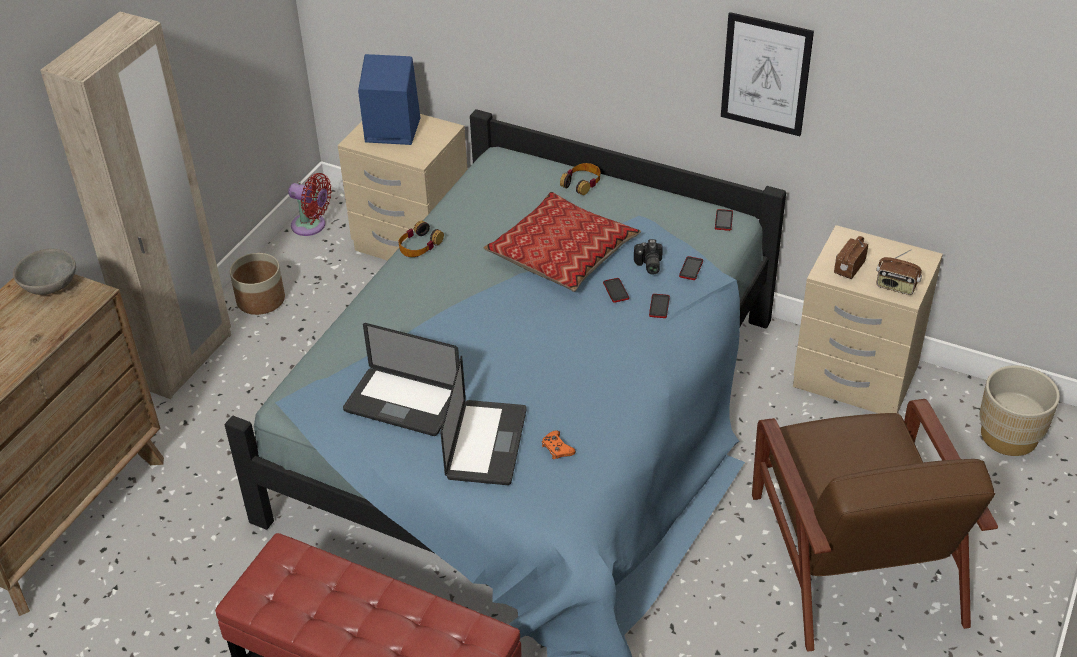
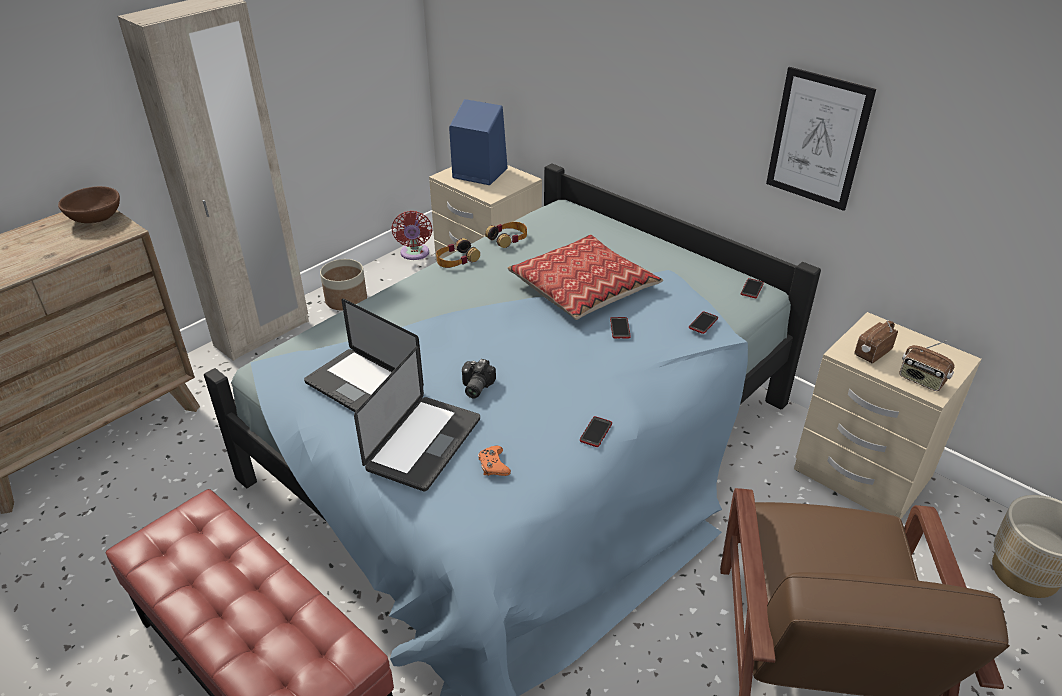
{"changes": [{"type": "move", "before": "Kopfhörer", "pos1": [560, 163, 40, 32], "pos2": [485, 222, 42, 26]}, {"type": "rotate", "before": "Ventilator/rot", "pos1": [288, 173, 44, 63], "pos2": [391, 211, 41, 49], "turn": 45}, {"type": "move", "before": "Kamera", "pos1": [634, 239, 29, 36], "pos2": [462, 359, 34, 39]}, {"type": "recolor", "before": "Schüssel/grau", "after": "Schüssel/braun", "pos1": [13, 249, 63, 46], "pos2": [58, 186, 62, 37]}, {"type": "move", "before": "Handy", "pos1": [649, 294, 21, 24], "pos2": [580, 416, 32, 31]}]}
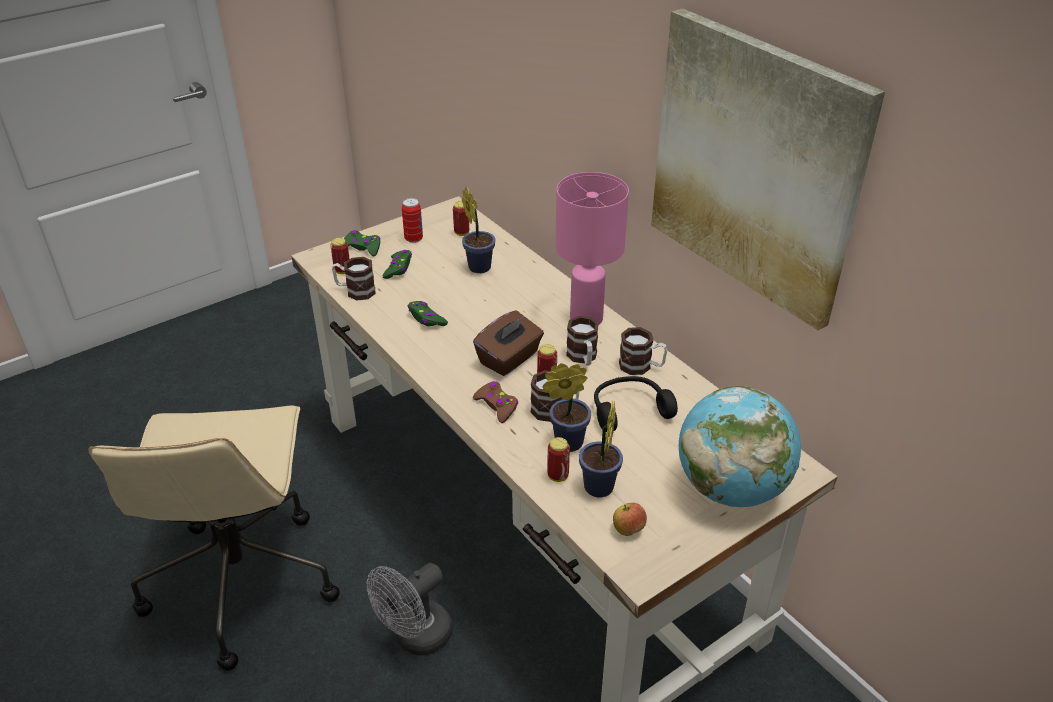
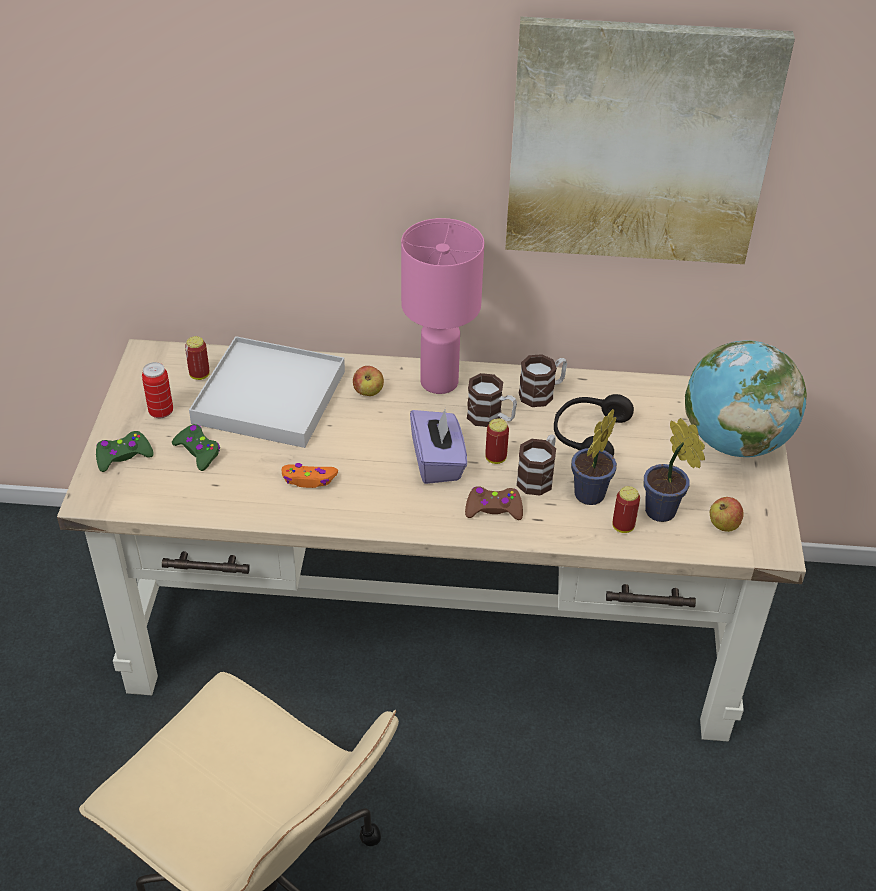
{"changes": [{"type": "replace", "before": "Topfpflanze", "after": "Tablett/weiß", "pos1": [462, 187, 34, 86], "pos2": [189, 336, 156, 112]}, {"type": "delete", "before": "Dose", "pos1": [330, 238, 20, 36]}, {"type": "delete", "before": "Henkelbecher", "pos1": [332, 257, 44, 44]}, {"type": "recolor", "before": "Gamepad/grün", "after": "Gamepad/orange", "pos1": [408, 301, 40, 25], "pos2": [282, 463, 56, 25]}, {"type": "recolor", "before": "Taschentuchbox/braun", "after": "Taschentuchbox/lila", "pos1": [473, 310, 71, 66], "pos2": [410, 408, 57, 76]}, {"type": "delete", "before": "Ventilator/grau", "pos1": [366, 563, 87, 92]}, {"type": "insert", "after": "Apfel", "pos2": [353, 366, 31, 30]}]}
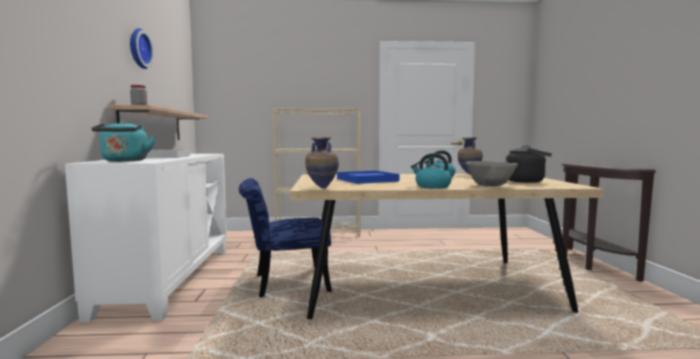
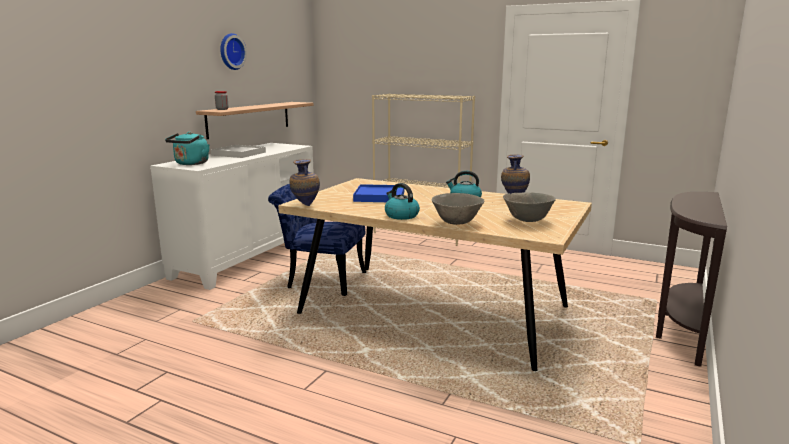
{"changes": [{"type": "replace", "before": "Wasserkessel/schwarz", "after": "Schüssel/grau", "pos1": [505, 145, 47, 38], "pos2": [503, 193, 53, 29]}]}
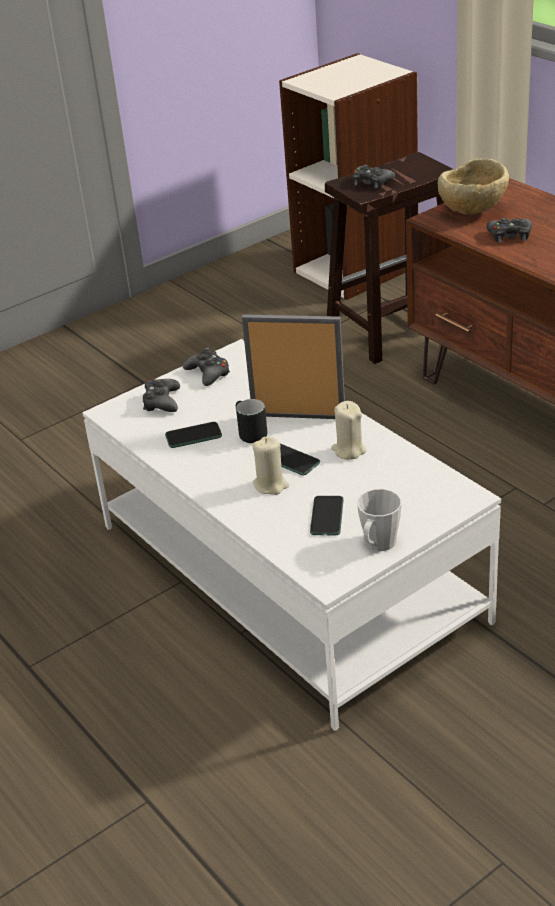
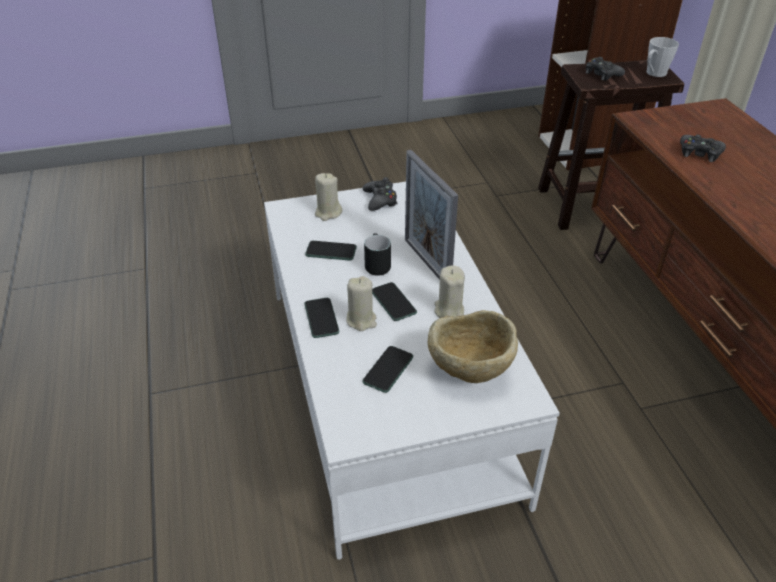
{"changes": [{"type": "move", "before": "Schüssel/beige", "pos1": [437, 159, 72, 56], "pos2": [428, 310, 90, 73]}, {"type": "rotate", "before": "Bilderrahmen", "pos1": [242, 314, 103, 105], "pos2": [405, 150, 53, 130], "turn": -150}, {"type": "replace", "before": "Gamepad/schwarz", "after": "Kerze/beige", "pos1": [143, 379, 37, 33], "pos2": [315, 173, 27, 48]}, {"type": "move", "before": "Henkelbecher/grau", "pos1": [357, 489, 45, 62], "pos2": [646, 37, 33, 40]}, {"type": "insert", "after": "Handy", "pos2": [304, 298, 35, 40]}]}
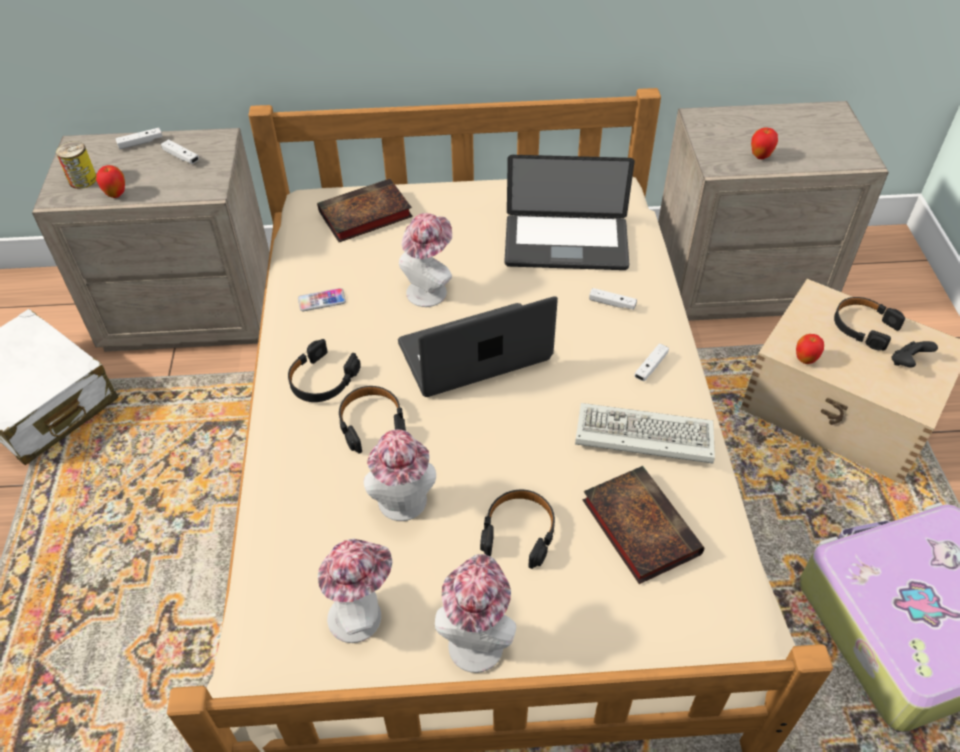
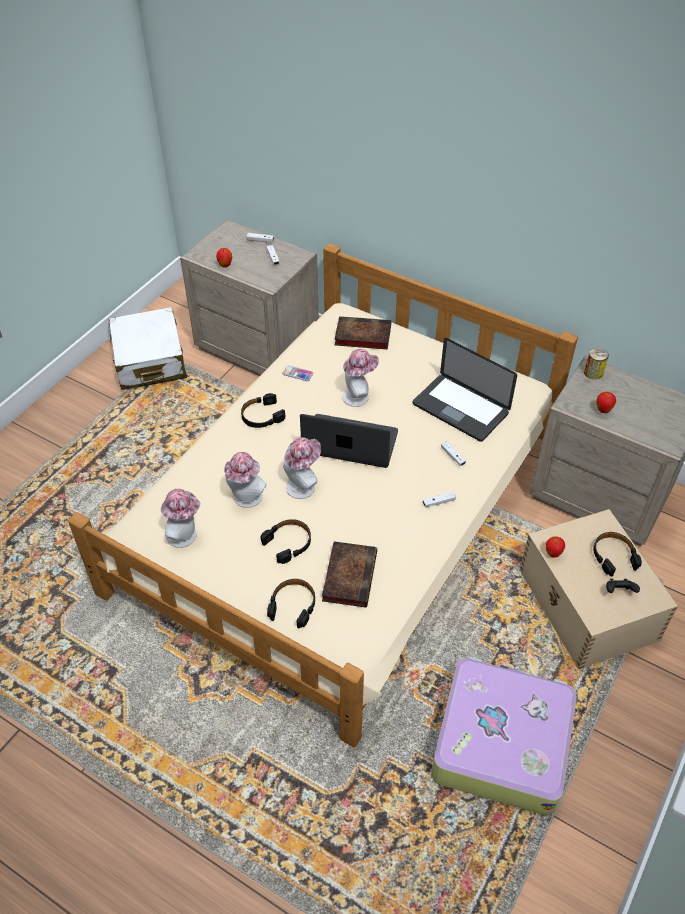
{"changes": [{"type": "move", "before": "Dose", "pos1": [56, 141, 40, 48], "pos2": [584, 348, 25, 31]}, {"type": "move", "before": "Kopfhörer/schwarz", "pos1": [339, 386, 67, 68], "pos2": [267, 579, 48, 50]}, {"type": "delete", "before": "Tastatur", "pos1": [575, 403, 140, 60]}, {"type": "move", "before": "Hut", "pos1": [435, 554, 81, 119], "pos2": [283, 437, 38, 62]}]}
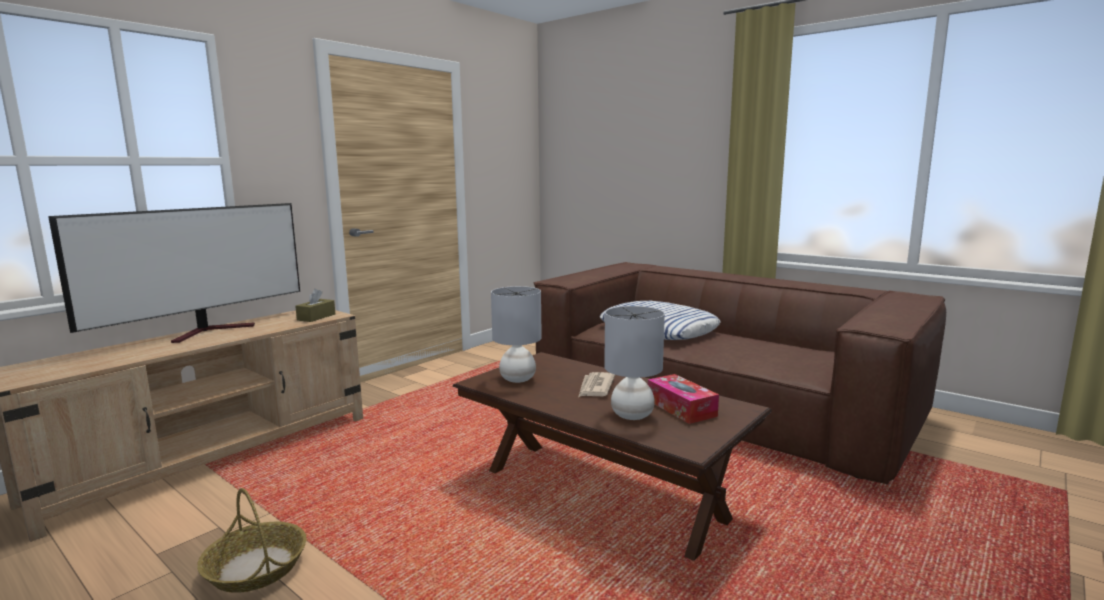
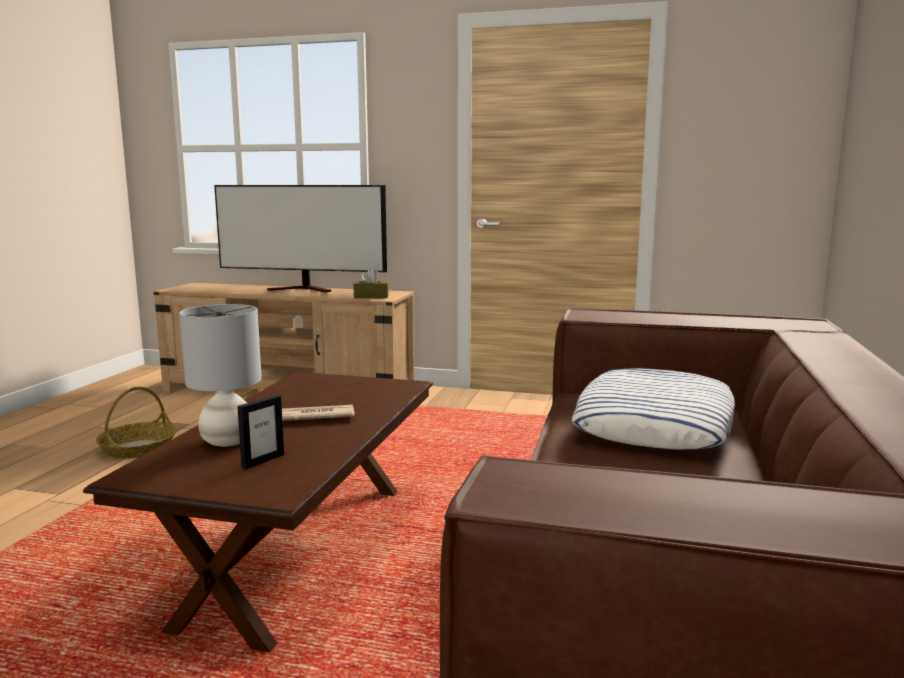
{"changes": [{"type": "delete", "before": "Tischlampe/grau", "pos1": [491, 286, 51, 97]}, {"type": "replace", "before": "Taschentuchbox", "after": "Bilderrahmen", "pos1": [648, 374, 71, 50], "pos2": [237, 395, 47, 74]}]}
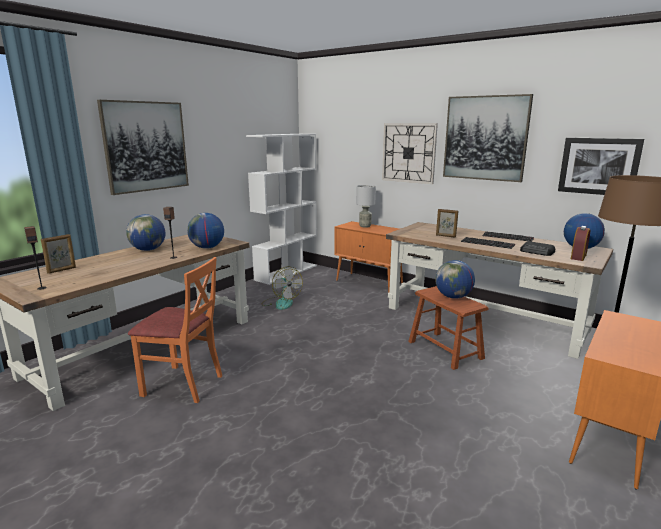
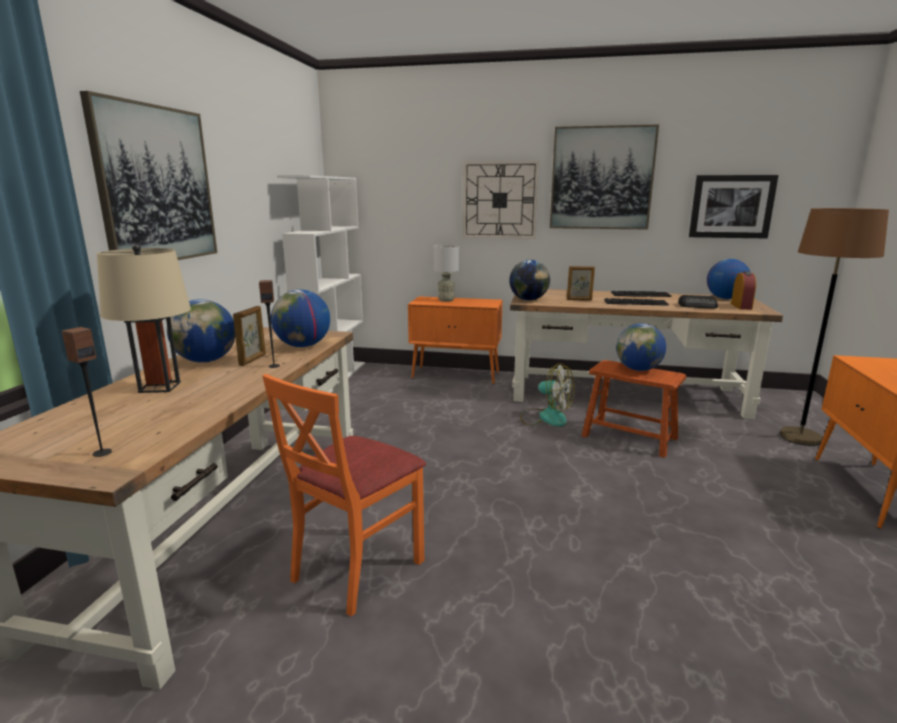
{"changes": [{"type": "move", "before": "Bilderrahmen", "pos1": [41, 234, 35, 40], "pos2": [233, 306, 33, 60]}, {"type": "rotate", "before": "Stuhl/orange", "pos1": [128, 257, 94, 146], "pos2": [262, 374, 164, 243], "turn": 135}, {"type": "move", "before": "Ventilator", "pos1": [261, 267, 42, 43], "pos2": [520, 363, 54, 64]}, {"type": "insert", "after": "Tischlampe/beige", "pos2": [97, 244, 94, 149]}, {"type": "insert", "after": "Globus", "pos2": [509, 260, 41, 41]}]}
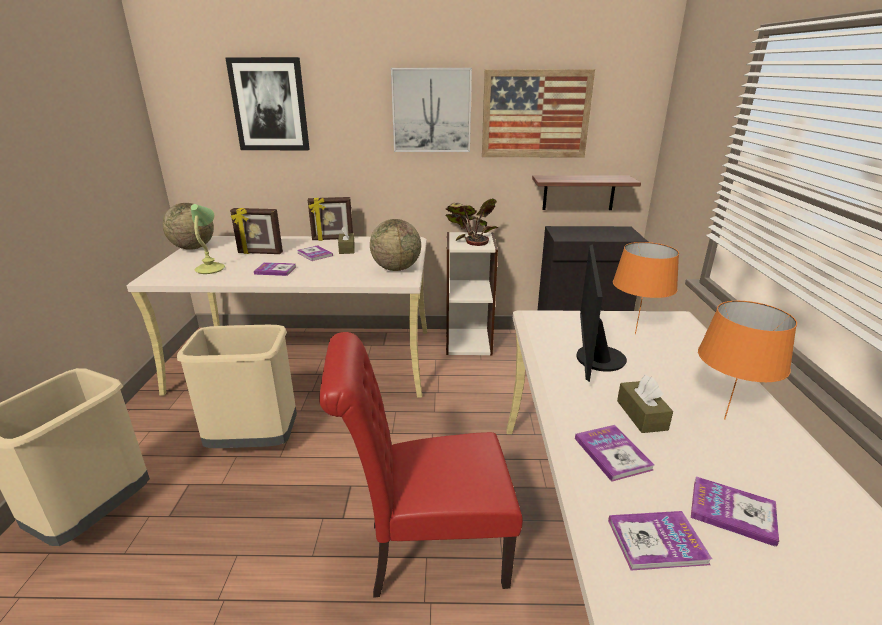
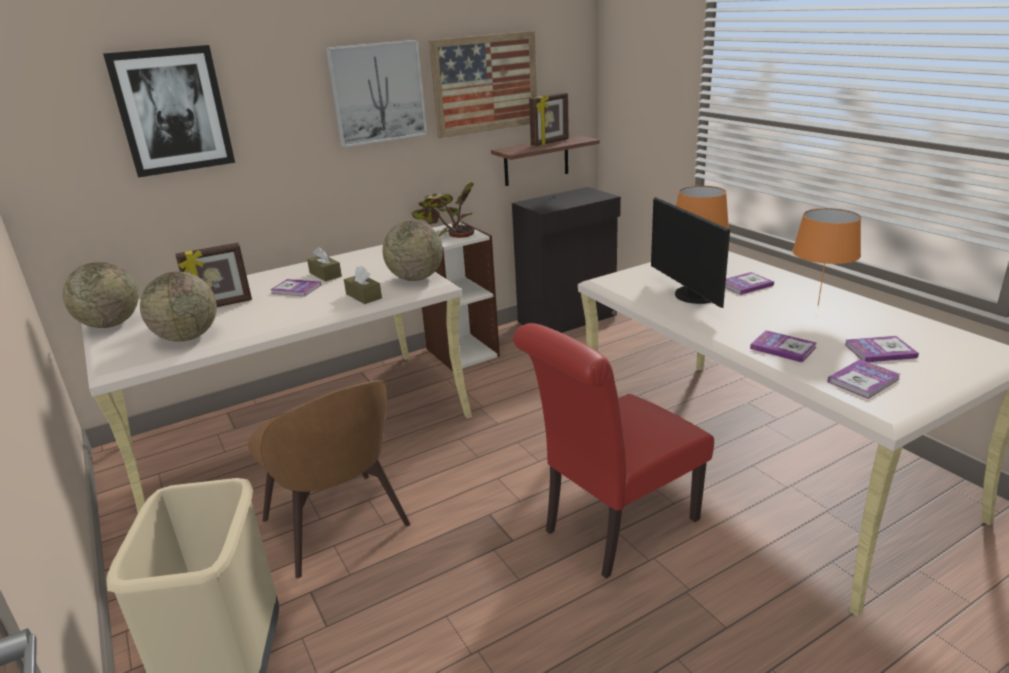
{"changes": [{"type": "move", "before": "Bilderrahmen", "pos1": [308, 197, 45, 44], "pos2": [529, 93, 40, 53]}, {"type": "replace", "before": "Tischlampe", "after": "Globus", "pos1": [191, 204, 34, 70], "pos2": [140, 271, 77, 71]}, {"type": "move", "before": "Buch", "pos1": [254, 262, 42, 14], "pos2": [725, 272, 49, 23]}, {"type": "replace", "before": "Mülleimer/beige", "after": "Stuhl/braun", "pos1": [177, 325, 120, 123], "pos2": [248, 380, 162, 198]}, {"type": "move", "before": "Taschentuchbox/braun", "pos1": [617, 375, 56, 58], "pos2": [344, 266, 38, 38]}]}
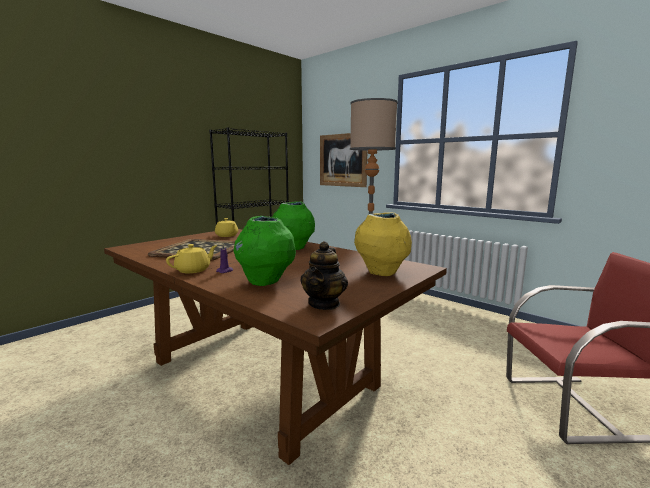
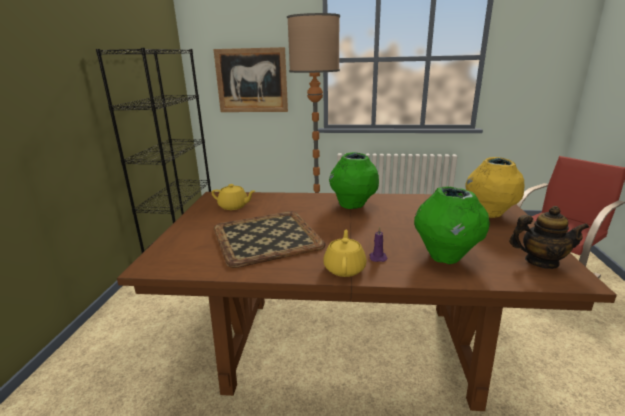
{"changes": [{"type": "rotate", "before": "Teekanne", "pos1": [300, 241, 48, 69], "pos2": [509, 206, 80, 63], "turn": -60}]}
